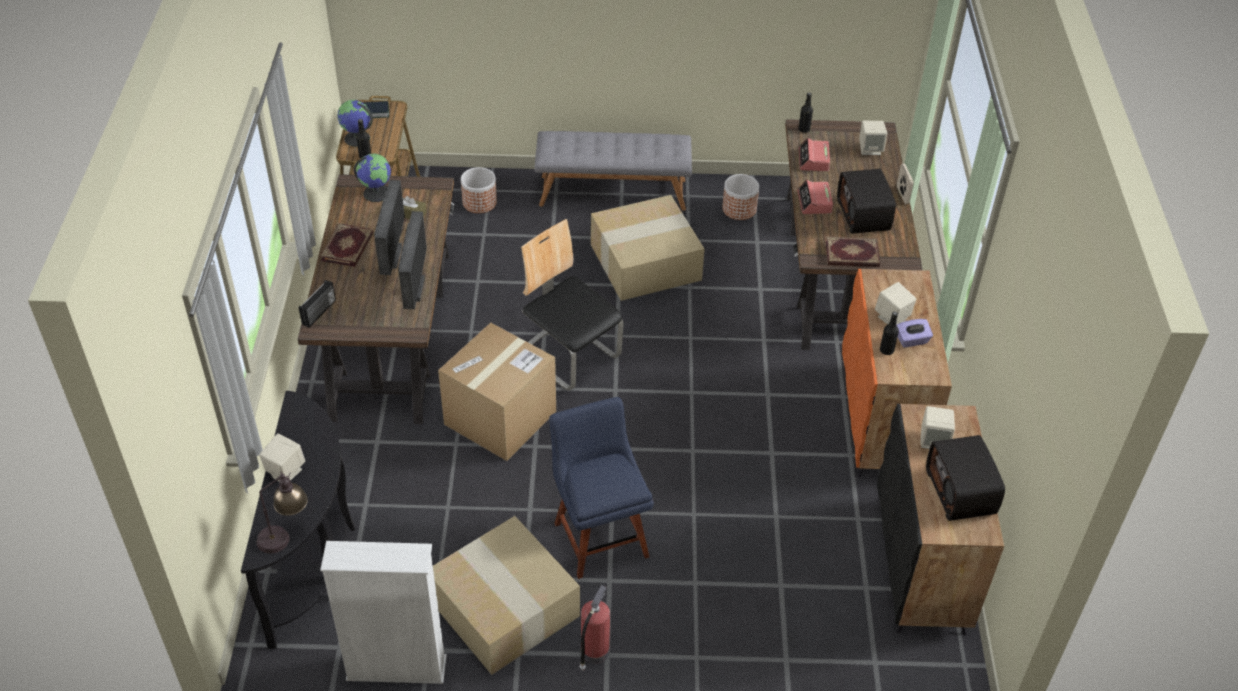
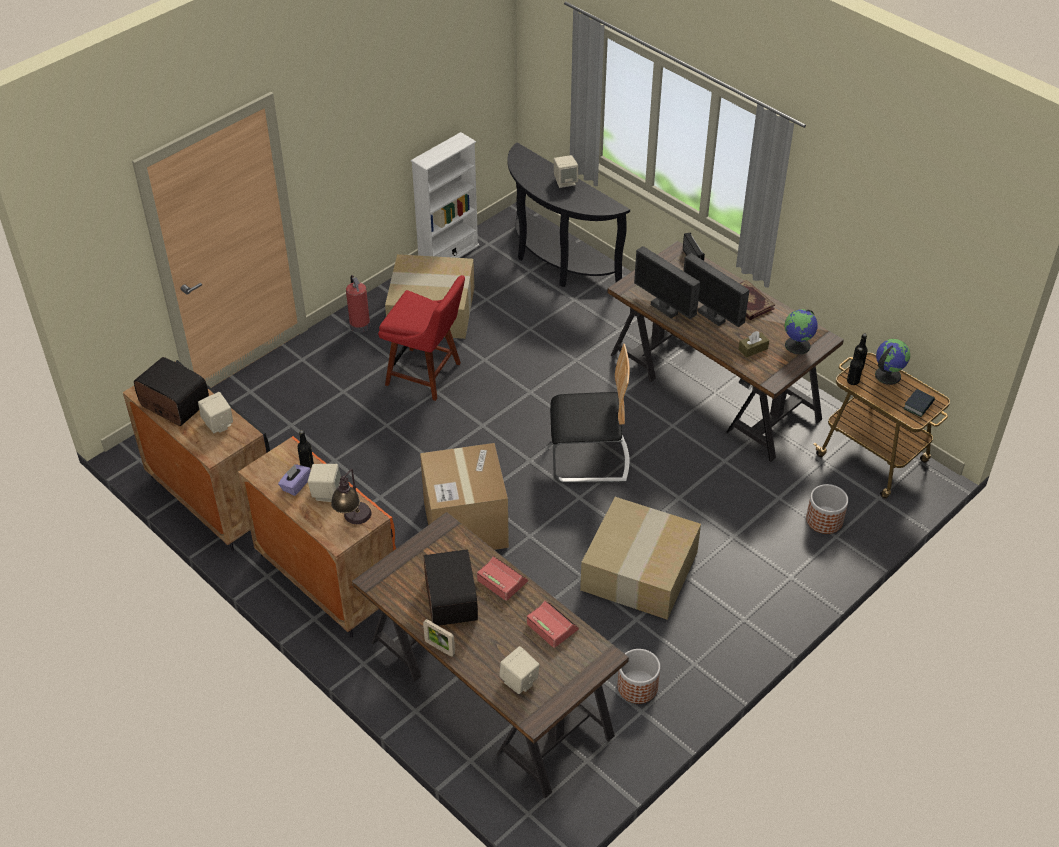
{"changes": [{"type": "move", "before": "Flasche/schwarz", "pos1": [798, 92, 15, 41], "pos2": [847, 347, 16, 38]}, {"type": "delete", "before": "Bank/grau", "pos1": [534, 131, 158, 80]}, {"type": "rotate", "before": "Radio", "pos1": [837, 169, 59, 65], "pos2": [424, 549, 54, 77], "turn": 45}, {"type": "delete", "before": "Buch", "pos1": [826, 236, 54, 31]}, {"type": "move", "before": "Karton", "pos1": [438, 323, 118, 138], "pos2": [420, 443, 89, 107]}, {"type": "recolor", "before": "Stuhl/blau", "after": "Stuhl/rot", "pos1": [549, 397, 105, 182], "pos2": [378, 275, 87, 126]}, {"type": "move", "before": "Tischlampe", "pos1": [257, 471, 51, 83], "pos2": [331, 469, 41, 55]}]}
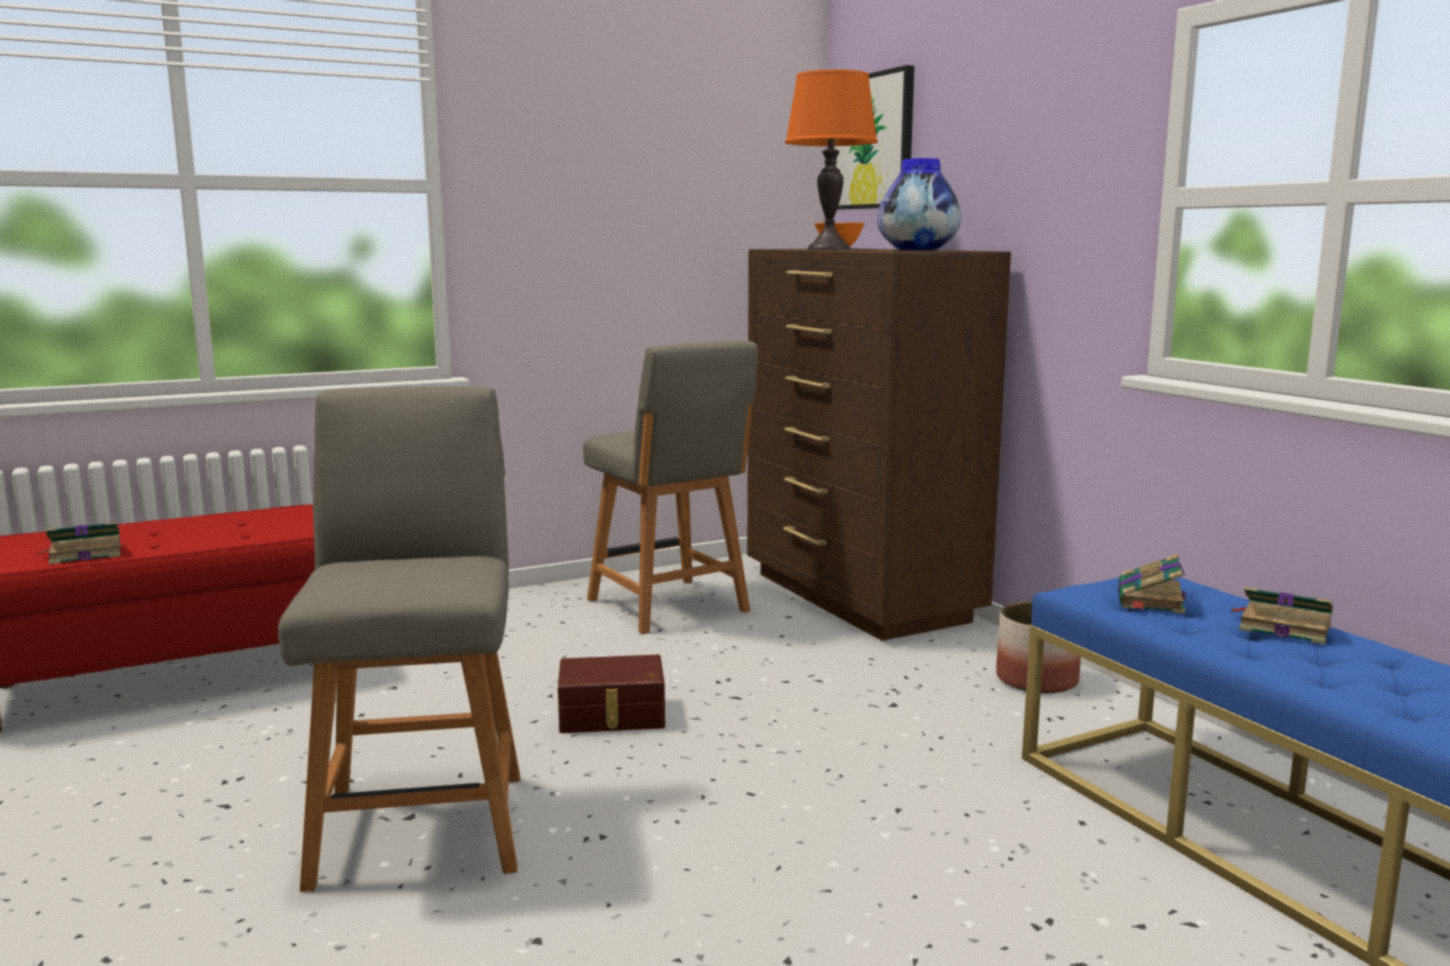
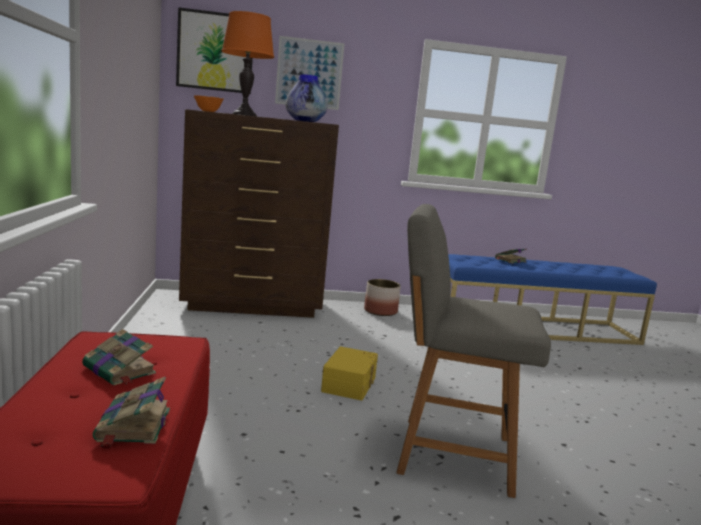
{"changes": [{"type": "delete", "before": "Stuhl/grau", "pos1": [583, 341, 175, 293]}, {"type": "move", "before": "Buch", "pos1": [1118, 554, 68, 60], "pos2": [82, 329, 74, 57]}, {"type": "recolor", "before": "Aufbewahrungsbox/braun", "after": "Aufbewahrungsbox/gelb", "pos1": [558, 655, 107, 78], "pos2": [321, 346, 57, 54]}, {"type": "insert", "after": "Bild", "pos2": [275, 36, 70, 74]}]}
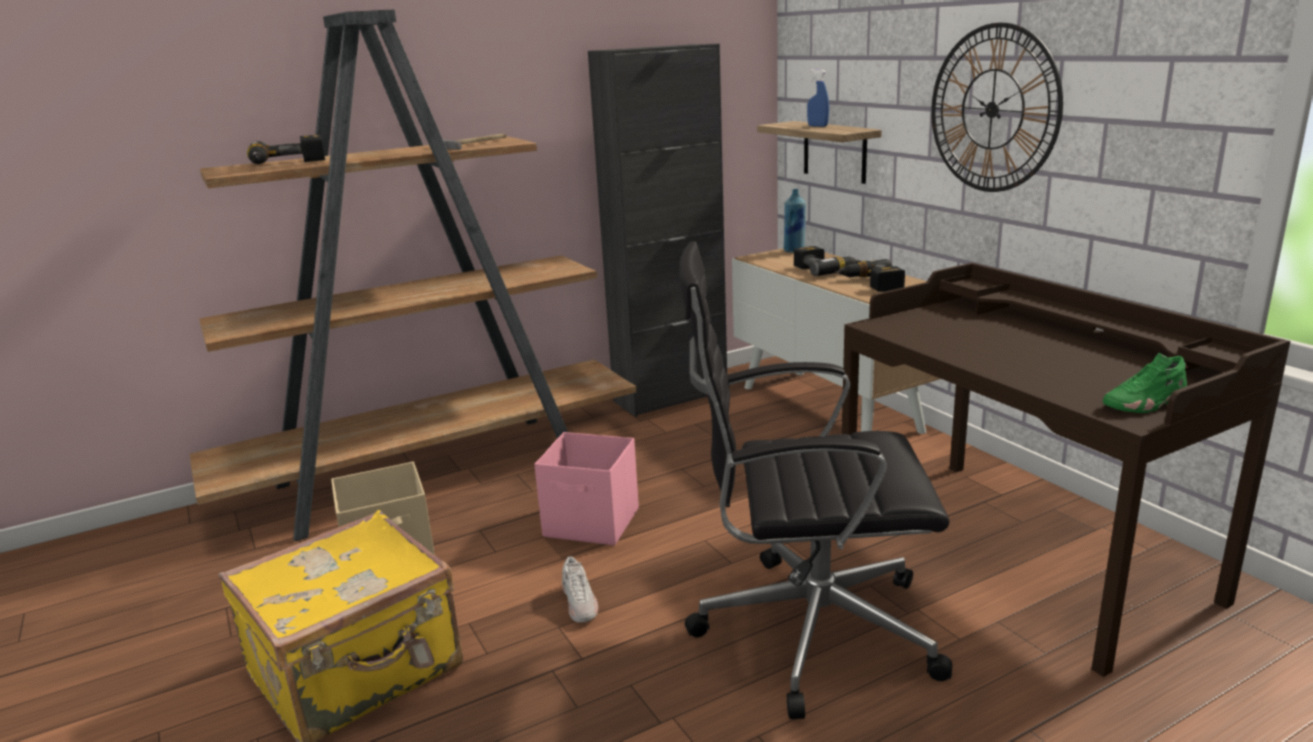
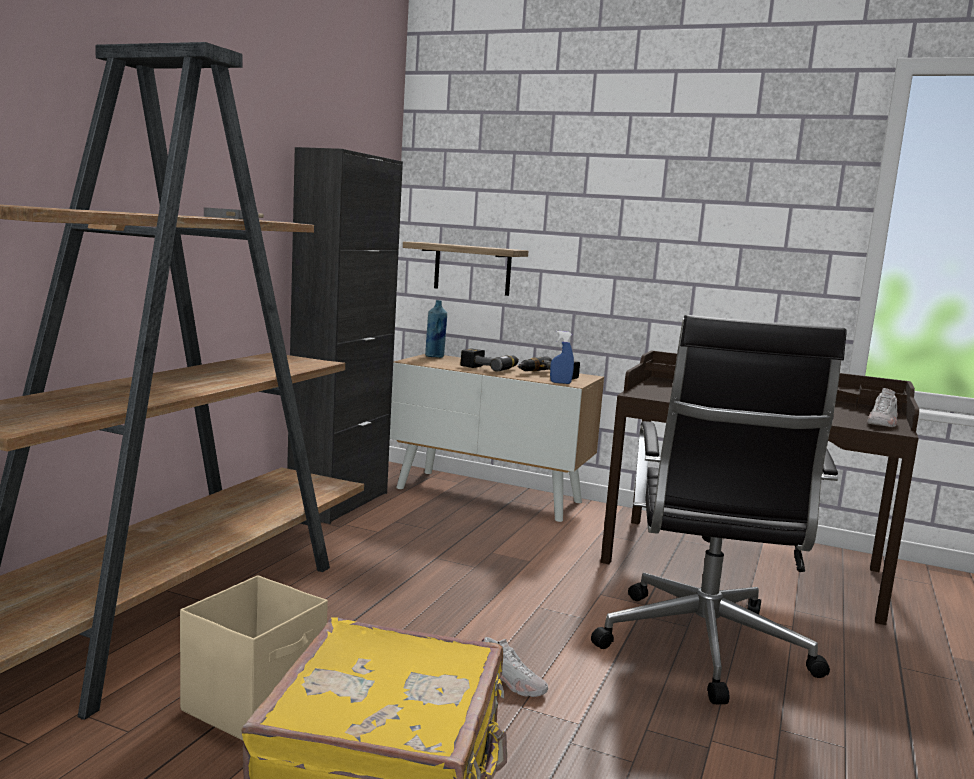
{"changes": [{"type": "delete", "before": "Wanduhr", "pos1": [931, 23, 132, 169]}, {"type": "move", "before": "Sprühflasche/blau", "pos1": [807, 69, 22, 58], "pos2": [550, 331, 24, 53]}, {"type": "delete", "before": "Bohrmaschine", "pos1": [247, 135, 78, 29]}, {"type": "rotate", "before": "Bürostuhl/schwarz", "pos1": [679, 241, 273, 478], "pos2": [591, 315, 256, 389], "turn": -45}, {"type": "recolor", "before": "Schuh/grün", "after": "Schuh/weiß", "pos1": [1103, 353, 85, 60], "pos2": [867, 388, 31, 39]}, {"type": "delete", "before": "Aufbewahrungsbox/rosa", "pos1": [534, 432, 105, 113]}]}
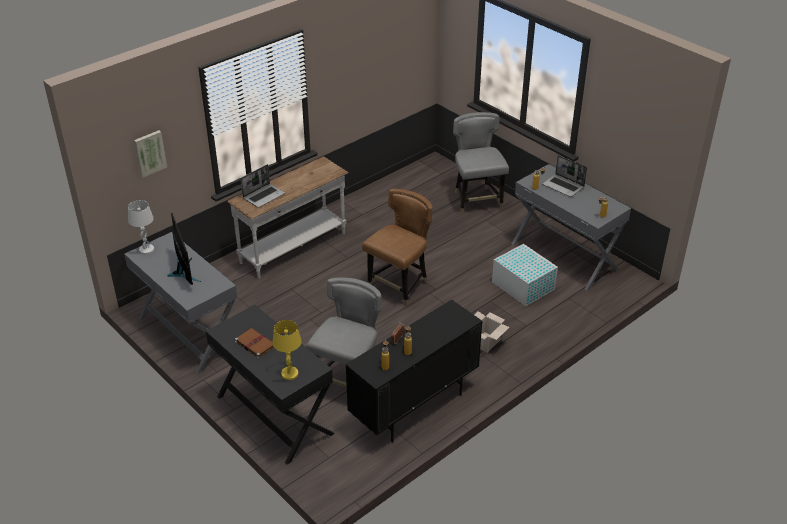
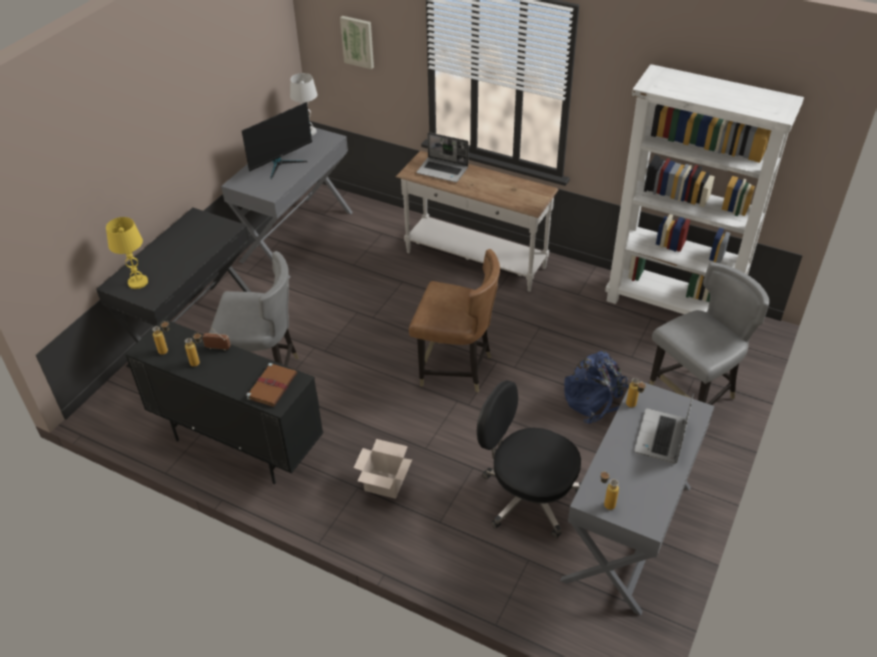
{"changes": [{"type": "replace", "before": "Aufbewahrungsbox/weiß", "after": "Bürostuhl/schwarz", "pos1": [492, 244, 66, 62], "pos2": [477, 380, 104, 158]}, {"type": "move", "before": "Buch/braun", "pos1": [235, 328, 39, 31], "pos2": [246, 363, 52, 44]}, {"type": "insert", "after": "Bücherregal/weiß", "pos2": [605, 64, 199, 250]}, {"type": "insert", "after": "Rucksack/blau", "pos2": [564, 351, 65, 73]}]}
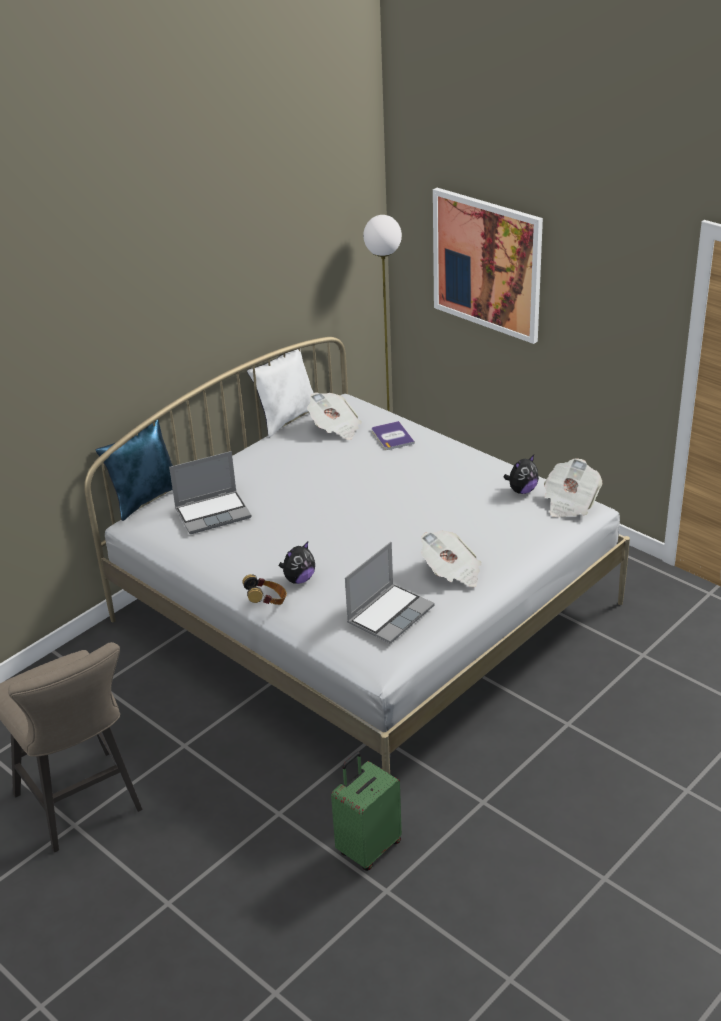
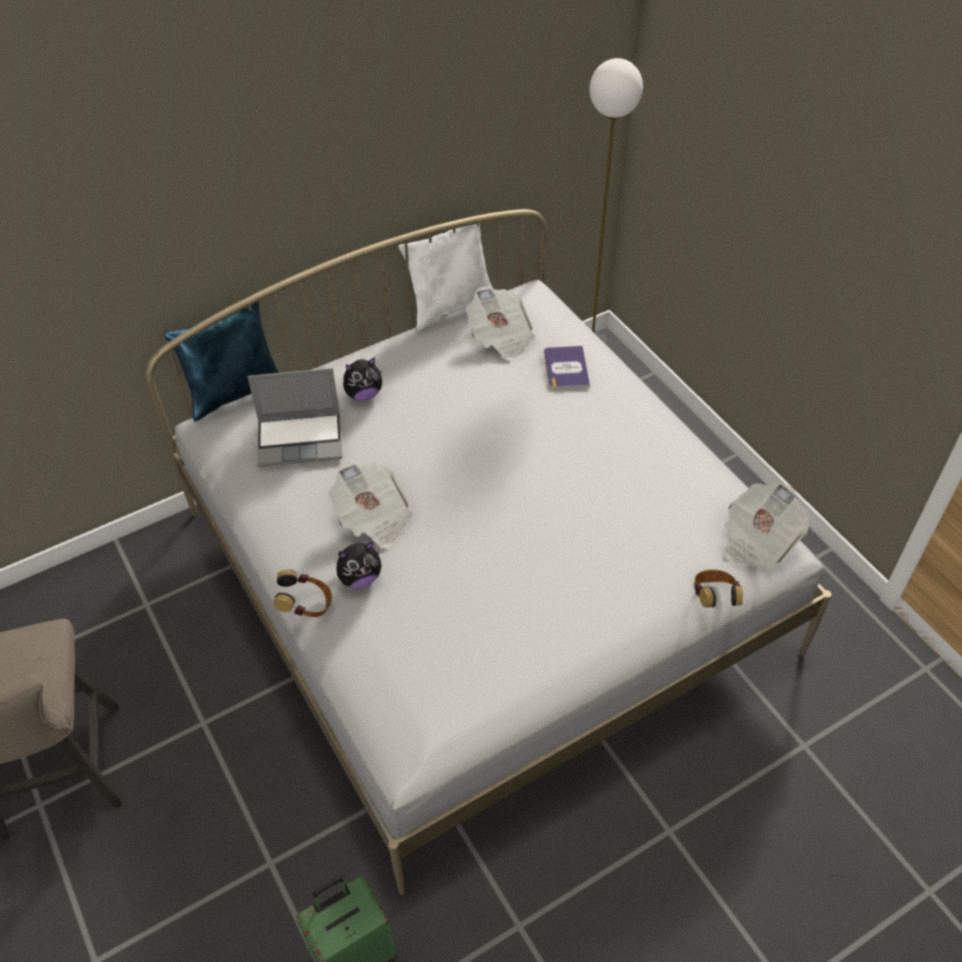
{"changes": [{"type": "delete", "before": "Bild", "pos1": [433, 188, 110, 156]}, {"type": "move", "before": "Plüschtier", "pos1": [503, 455, 36, 39], "pos2": [343, 357, 39, 44]}, {"type": "move", "before": "Zeitung", "pos1": [421, 531, 61, 56], "pos2": [329, 463, 84, 85]}, {"type": "delete", "before": "Laptop", "pos1": [345, 542, 90, 102]}, {"type": "insert", "after": "Kopfhörer", "pos2": [694, 569, 49, 39]}]}
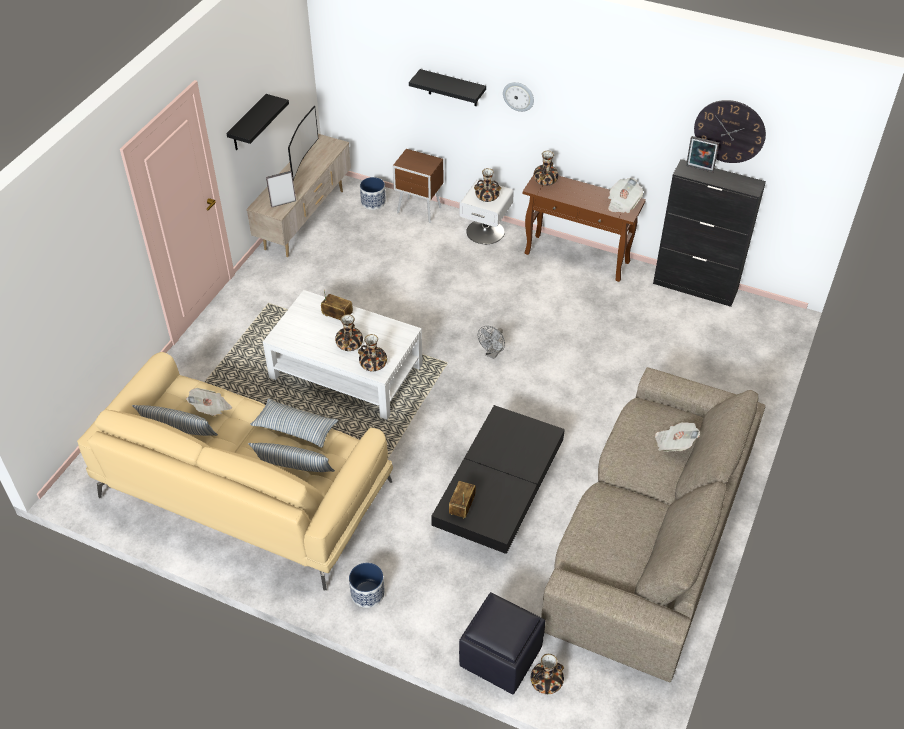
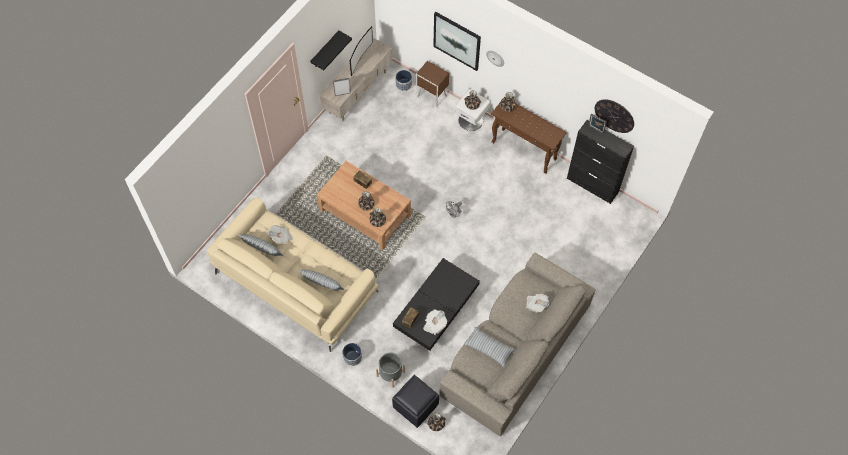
{"changes": [{"type": "replace", "before": "Wandregal/schwarz", "after": "Bild", "pos1": [409, 69, 77, 37], "pos2": [433, 12, 48, 59]}, {"type": "move", "before": "Zeitung", "pos1": [608, 178, 35, 35], "pos2": [423, 309, 24, 26]}, {"type": "recolor", "before": "Couchtisch/weiß", "after": "Couchtisch/braun", "pos1": [263, 290, 160, 130], "pos2": [317, 161, 94, 89]}, {"type": "move", "before": "Kissen", "pos1": [250, 398, 88, 50], "pos2": [464, 327, 51, 40]}, {"type": "insert", "after": "Pflanzkübel/grau", "pos2": [376, 352, 29, 36]}]}
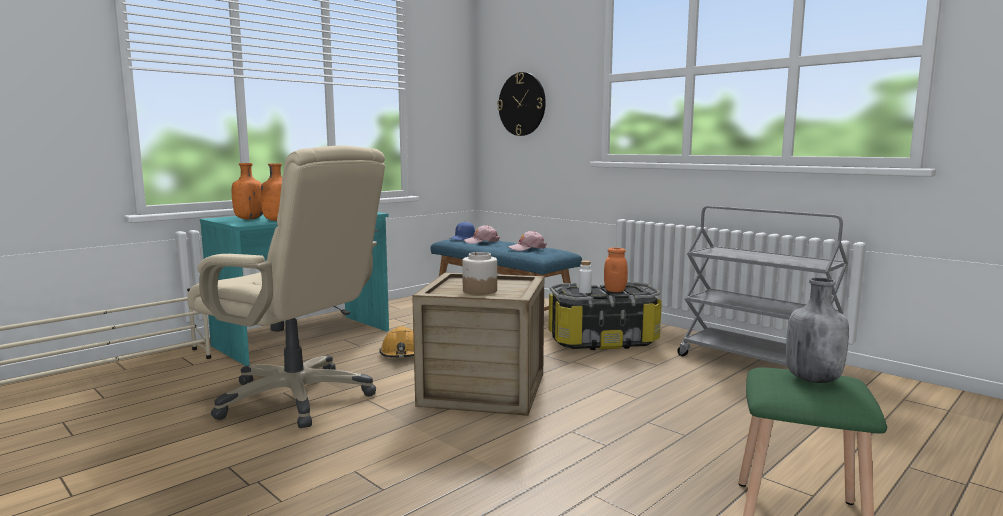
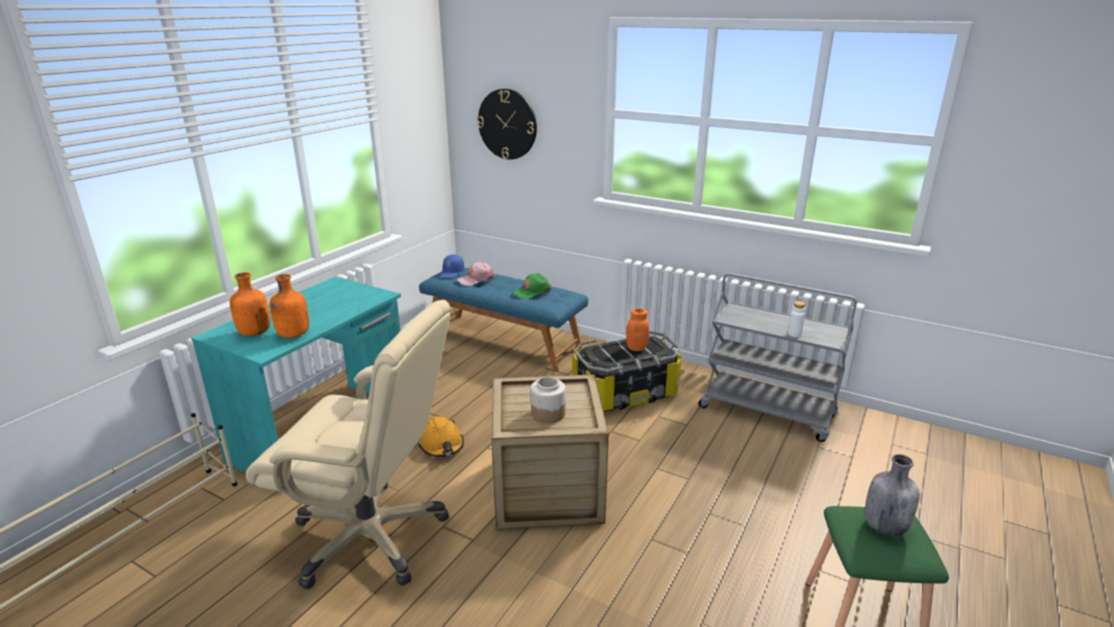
{"changes": [{"type": "recolor", "before": "Kappe/rosa", "after": "Kappe/grün", "pos1": [508, 231, 39, 20], "pos2": [512, 273, 40, 26]}, {"type": "move", "before": "Flasche/weiß", "pos1": [579, 260, 13, 34], "pos2": [788, 301, 17, 36]}]}
